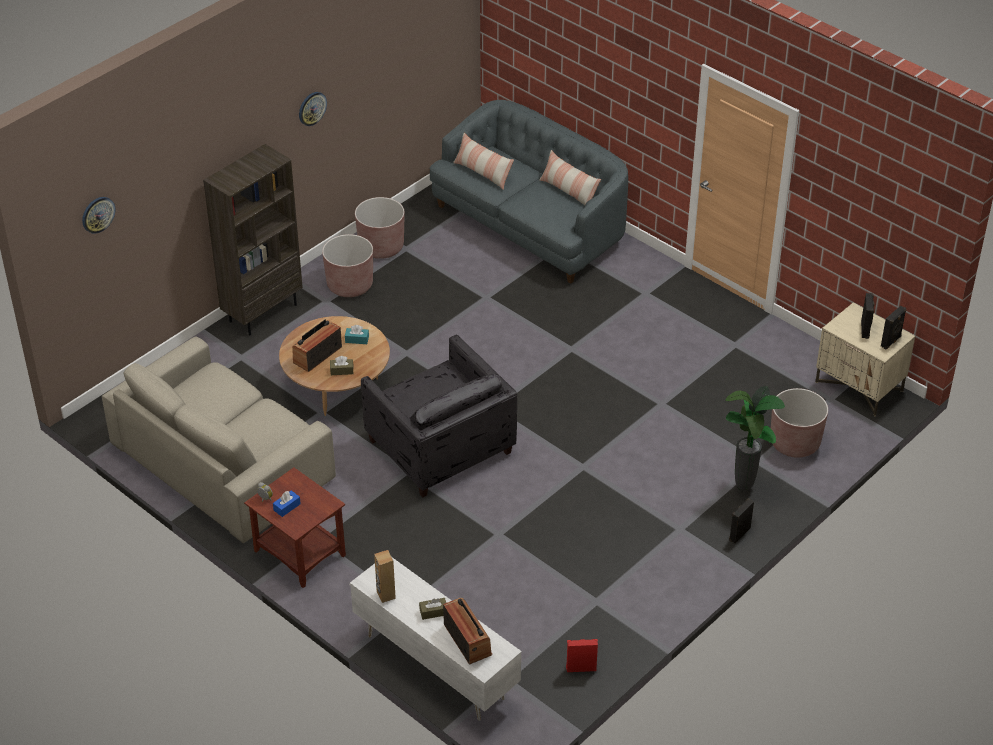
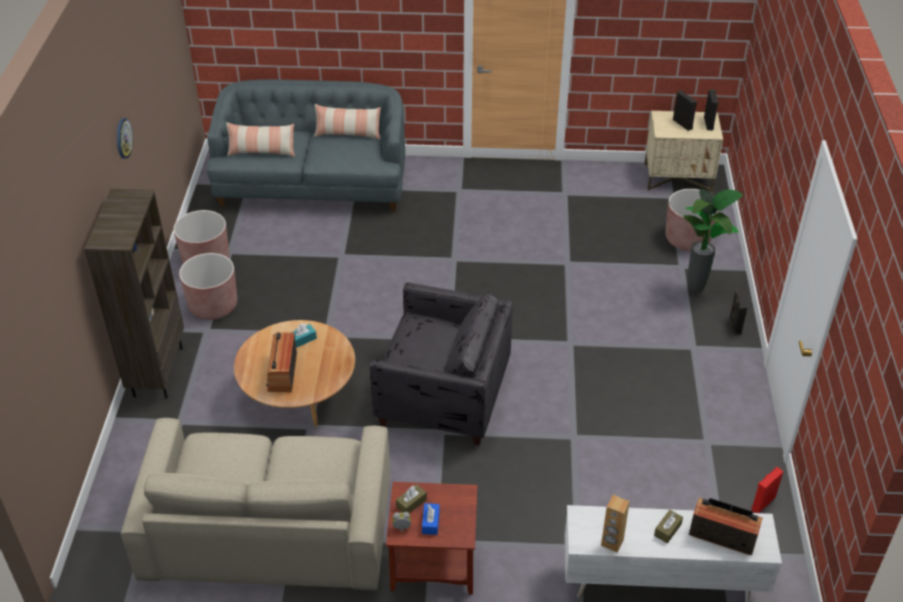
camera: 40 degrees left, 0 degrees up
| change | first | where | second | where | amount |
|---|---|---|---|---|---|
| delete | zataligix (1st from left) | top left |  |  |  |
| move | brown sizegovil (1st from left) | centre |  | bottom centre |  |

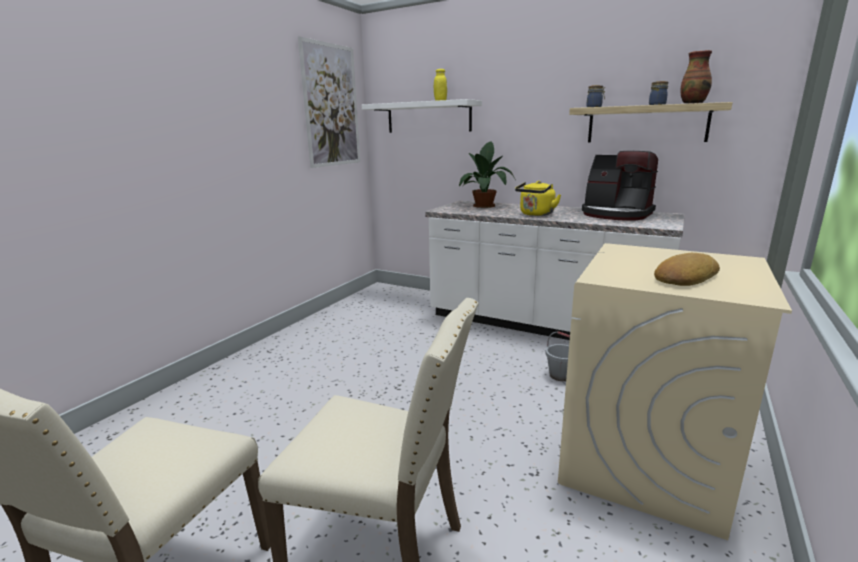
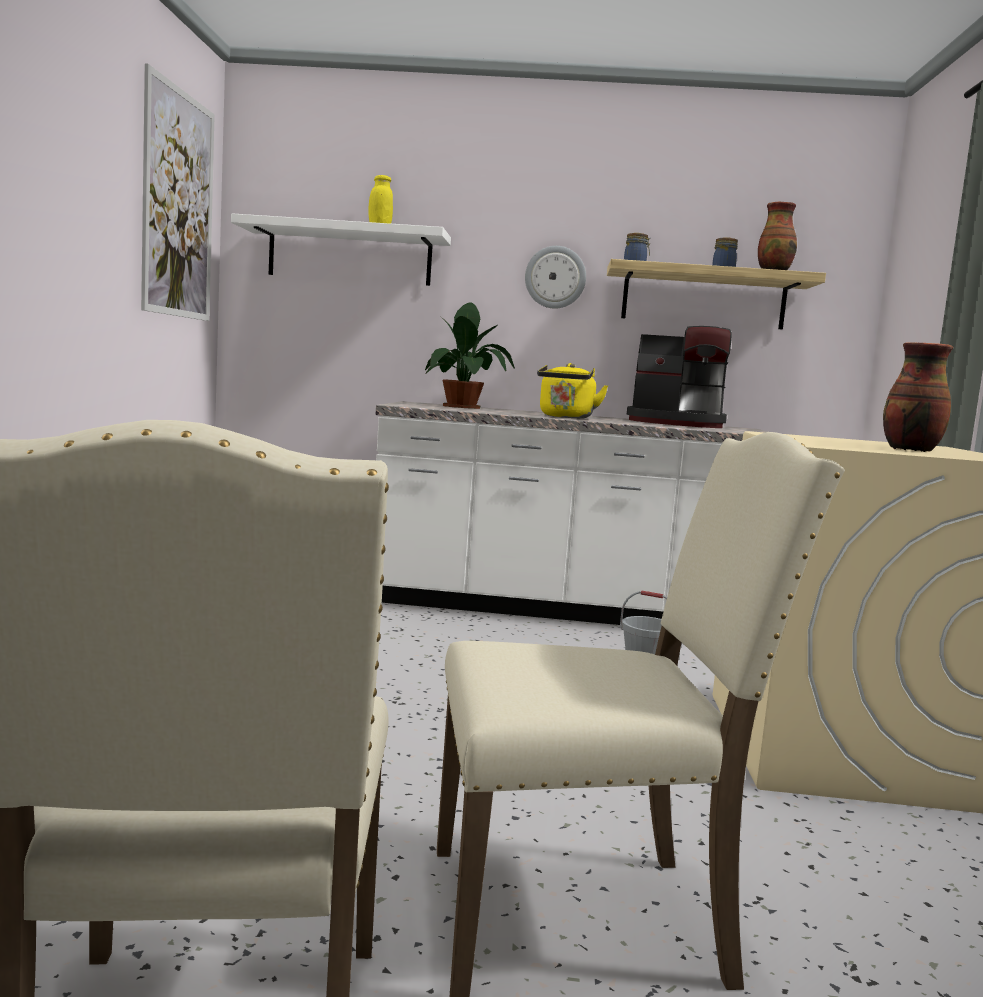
camera: 25 degrees left, 10 degrees down
| change | first | where | second | where | amount |
|---|---|---|---|---|---|
| replace | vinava | middle right | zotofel (2nd from left) | middle right |  |
| insert |  |  | zataligix | top centre |  |

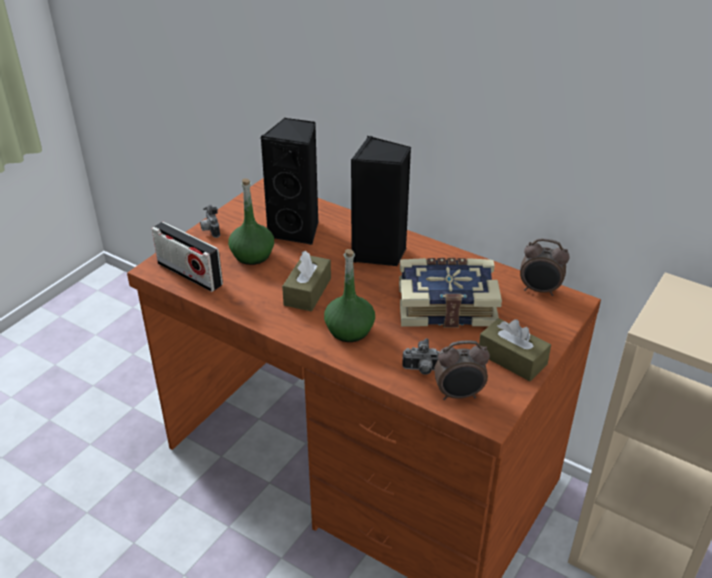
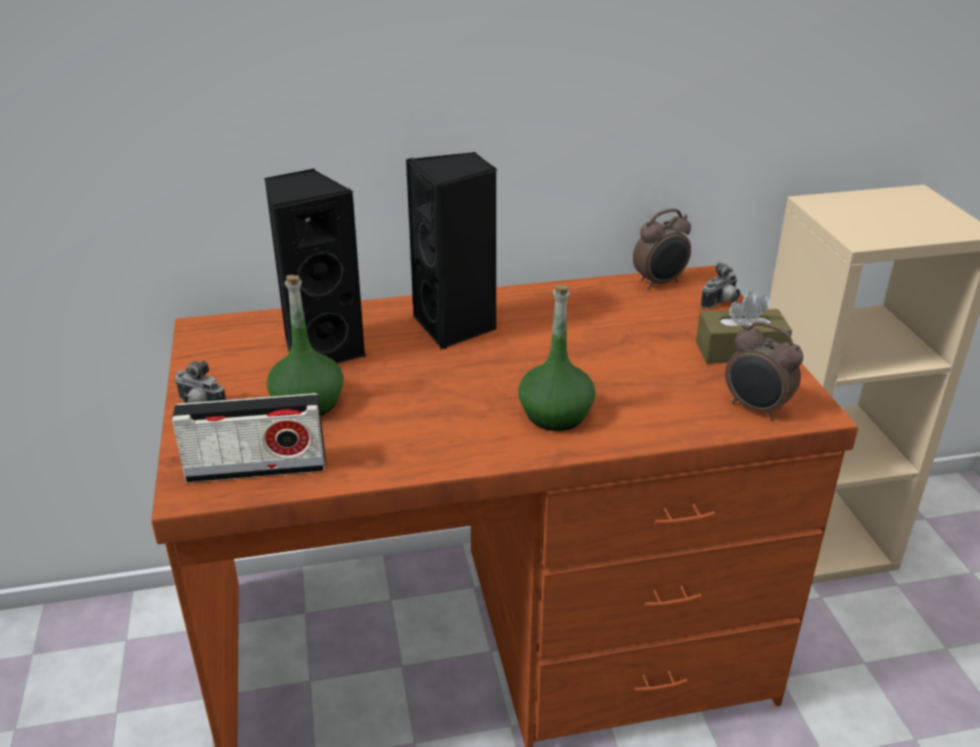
camera: 45 degrees left, 5 degrees down
| change | first | where | second | where | amount |
|---|---|---|---|---|---|
| delete | brown sizegovil (1st from left) | centre |  |  |  |
| delete | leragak | centre |  |  |  |
| move | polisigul (2nd from left) | centre |  | middle right |  |
| rotate | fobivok (1st from left in the first image) | centre | fobivok (2nd from left) | middle right | 90 degrees clockwise |

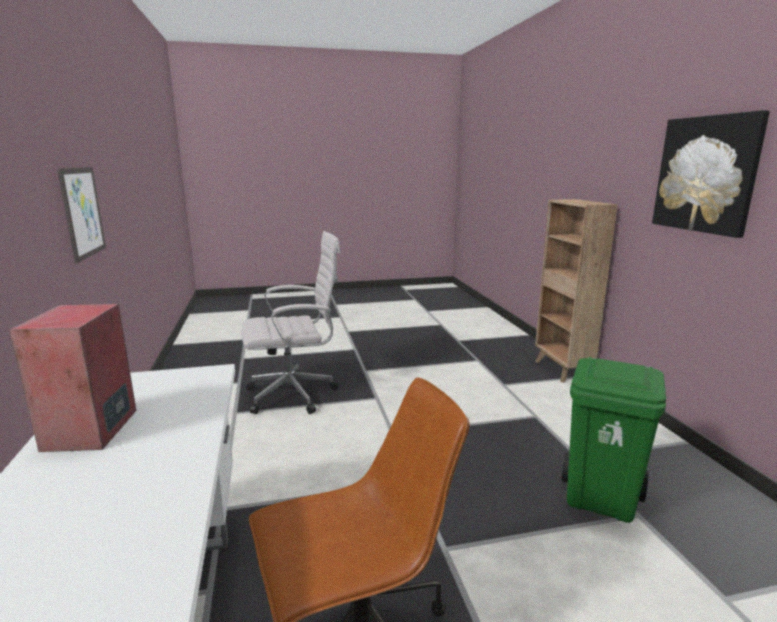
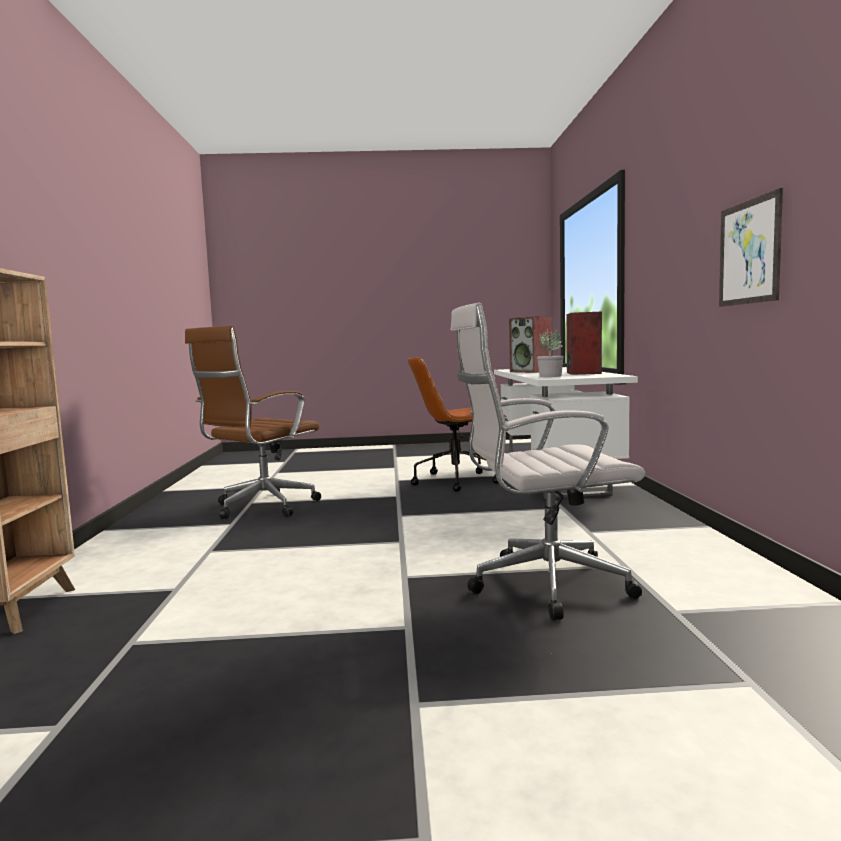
camera: 170 degrees left, 10 degrees down
| change | first | where | second | where | amount |
|---|---|---|---|---|---|
| replace | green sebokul | bottom right | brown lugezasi (1st from left) | middle left |  |
| delete | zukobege (2nd from left) | top right |  |  |  |
| insert |  |  | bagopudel (1st from left) | centre |  |
| insert |  |  | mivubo | centre |  |

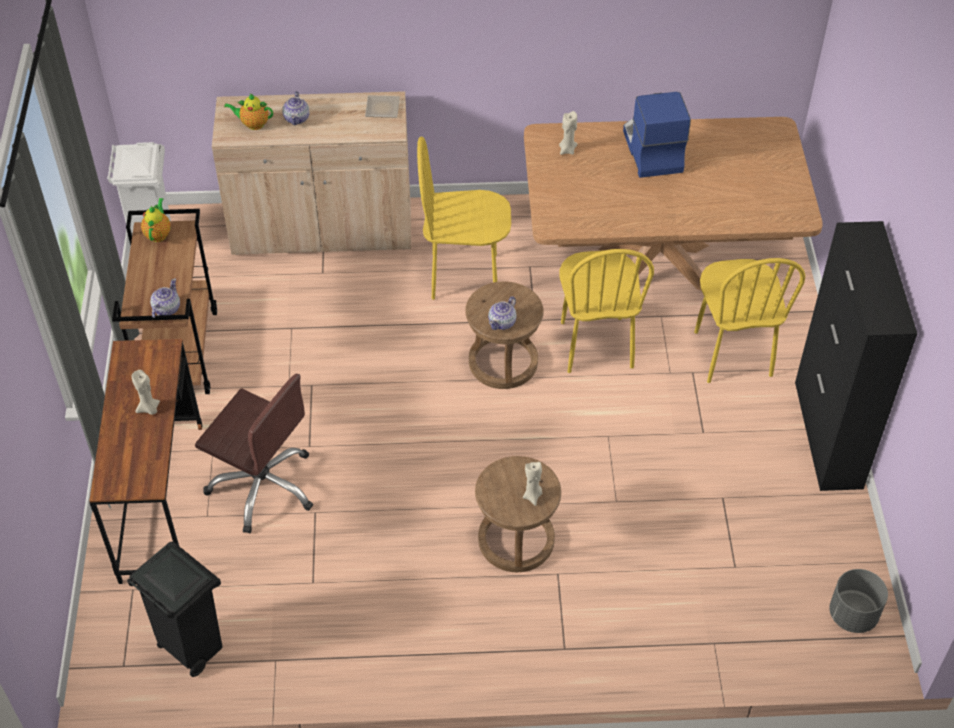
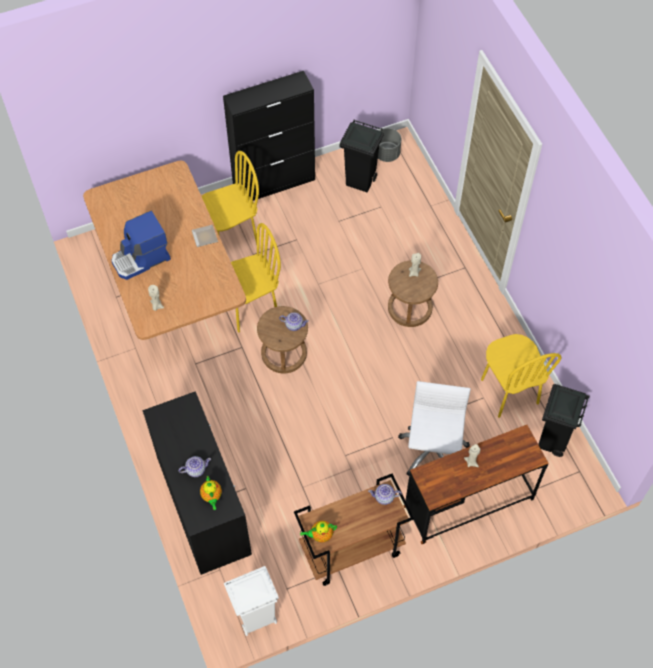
camera: 110 degrees left, 10 degrees up
| change | first | where | second | where | amount |
|---|---|---|---|---|---|
| recolor | brown lugezasi | middle left | white lugezasi | centre |  |
| recolor | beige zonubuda | top left | black zonubuda (1st from left) | bottom left |  |
| move | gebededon | top centre |  | middle left |  |
| move | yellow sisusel (1st from left in the first image) | top centre | yellow sisusel (3rd from left) | middle right |  |
| insert |  |  | black sebokul (1st from left) | top centre |  |

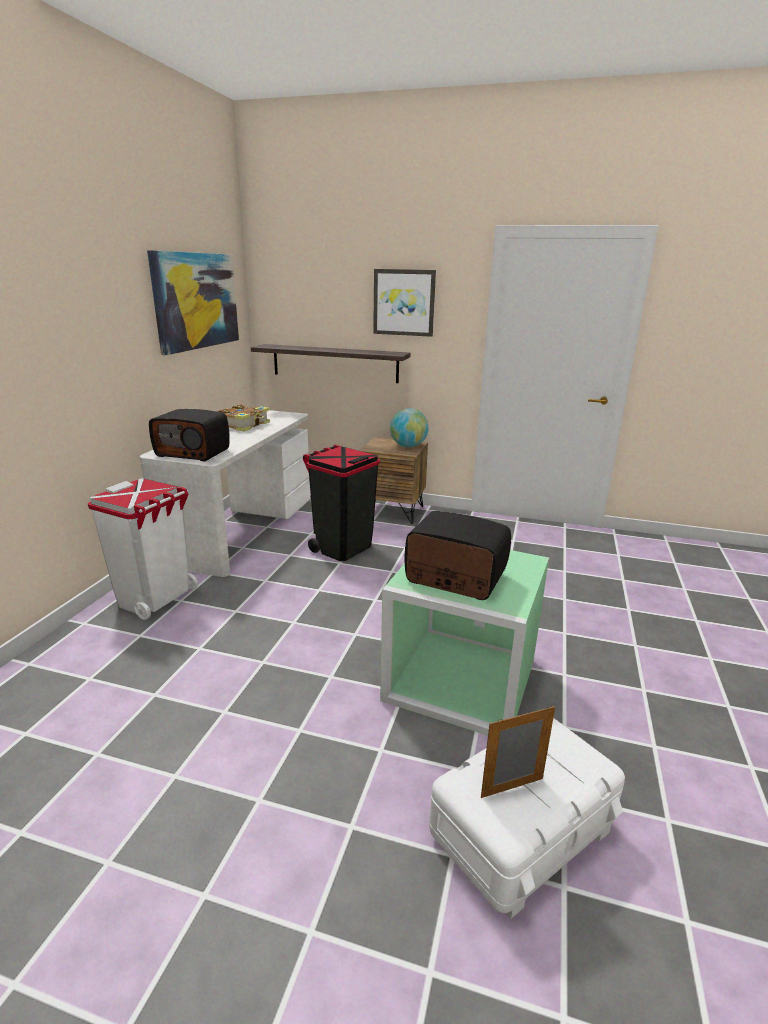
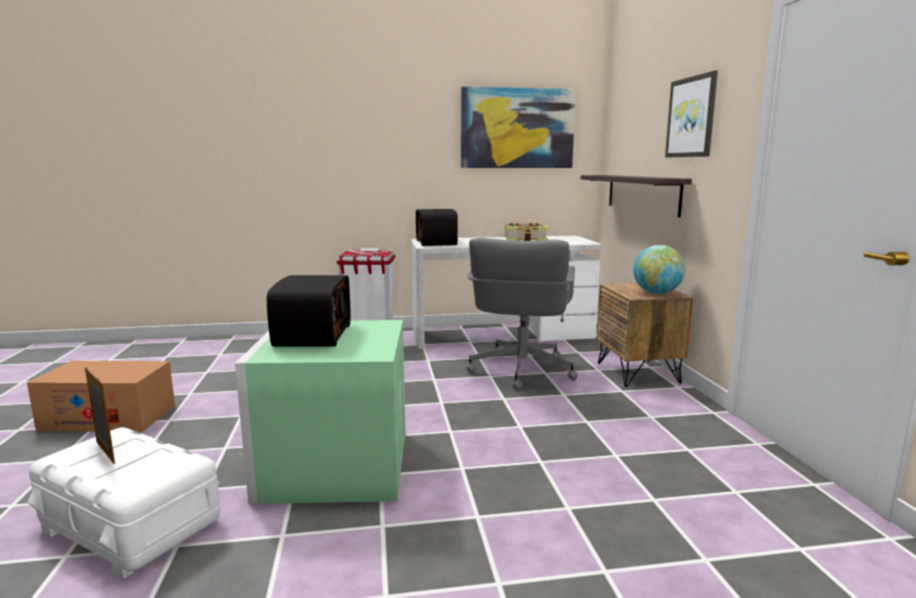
camera: 65 degrees right, 10 degrees down
| change | first | where | second | where | amount |
|---|---|---|---|---|---|
| replace | black sebokul | centre | grey lugezasi | centre |  |
| insert |  |  | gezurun | middle left |  |

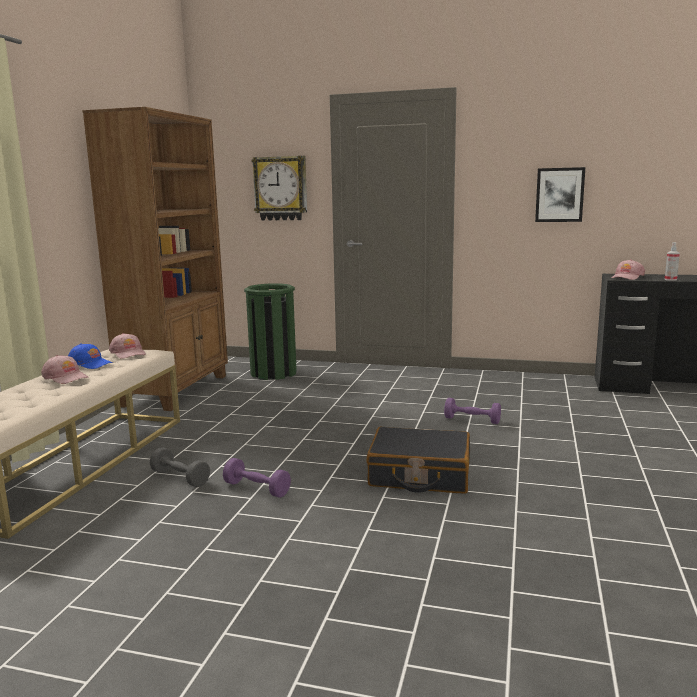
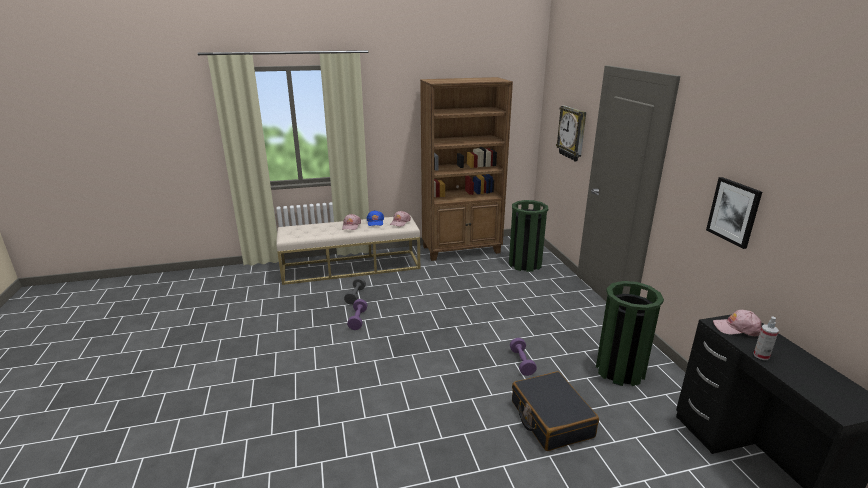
camera: 60 degrees right, 10 degrees up
| change | first | where | second | where | amount |
|---|---|---|---|---|---|
| move | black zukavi | centre |  | bottom centre |  |
| insert |  |  | green sebokul (2nd from left) | bottom right |  |

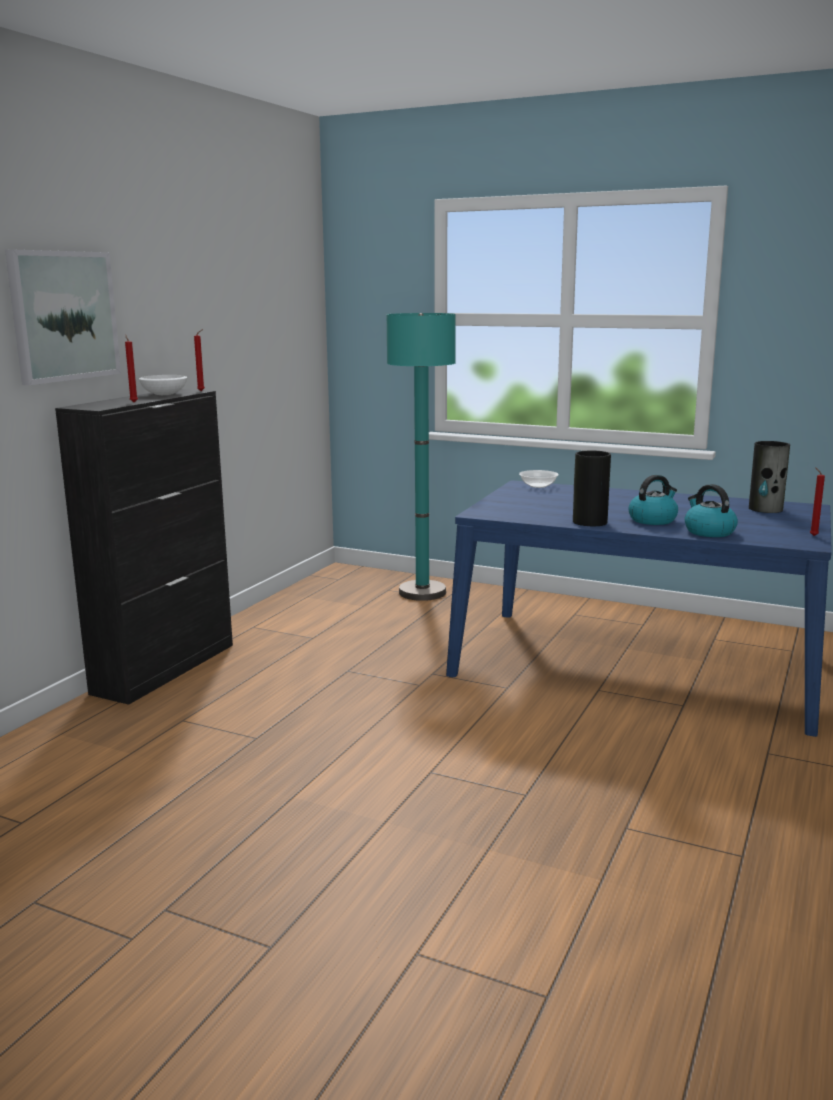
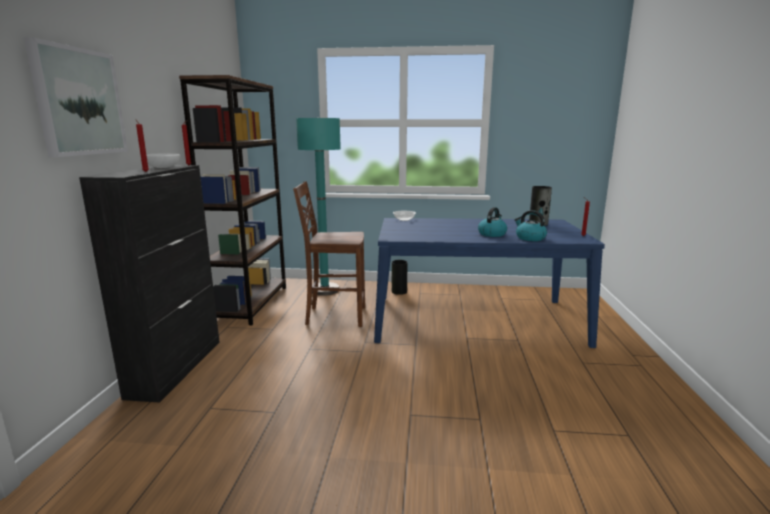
camera: 20 degrees left, 0 degrees up
| change | first | where | second | where | amount |
|---|---|---|---|---|---|
| move | zotofel (1st from left) | middle right |  | centre |  |
| insert |  |  | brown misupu | middle left |  |
| insert |  |  | brown sisusel | centre |  |

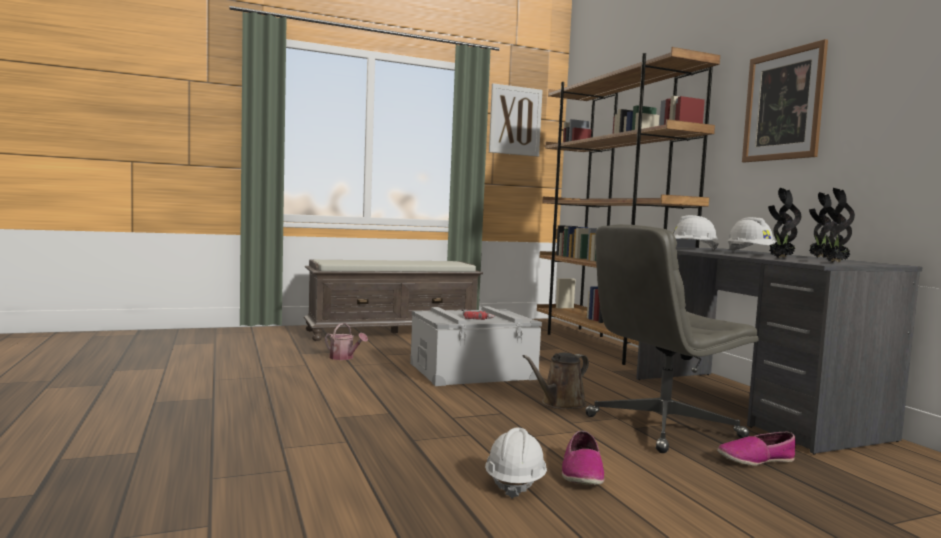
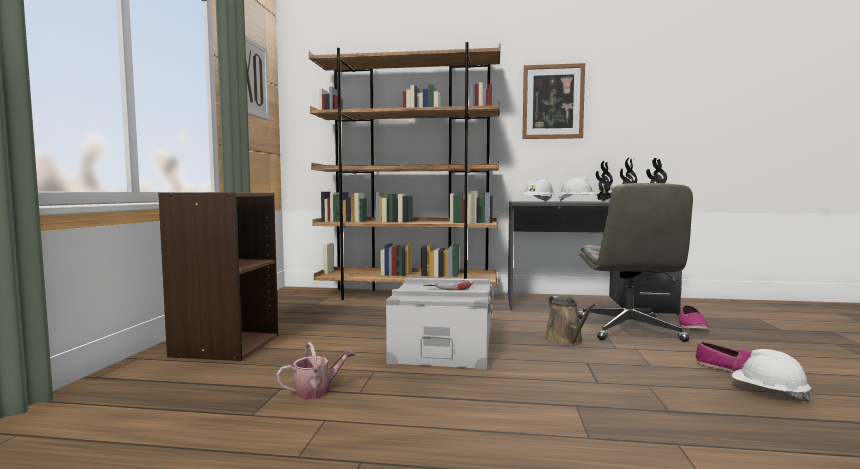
camera: 60 degrees left, 0 degrees up
| change | first | where | second | where | amount |
|---|---|---|---|---|---|
| replace | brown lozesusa | centre | brown misupu (1st from left) | middle left |  |

